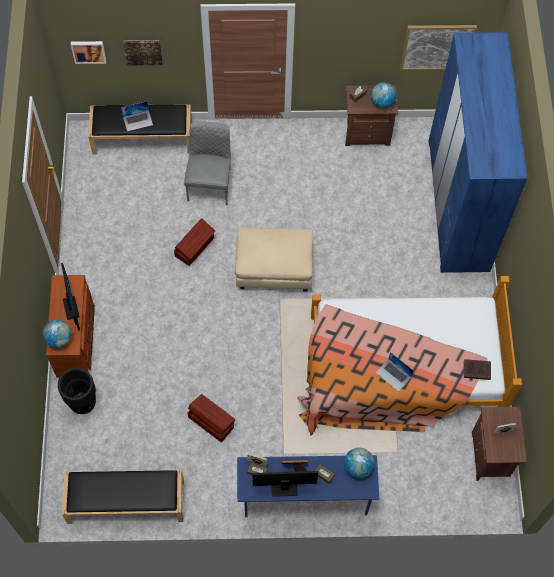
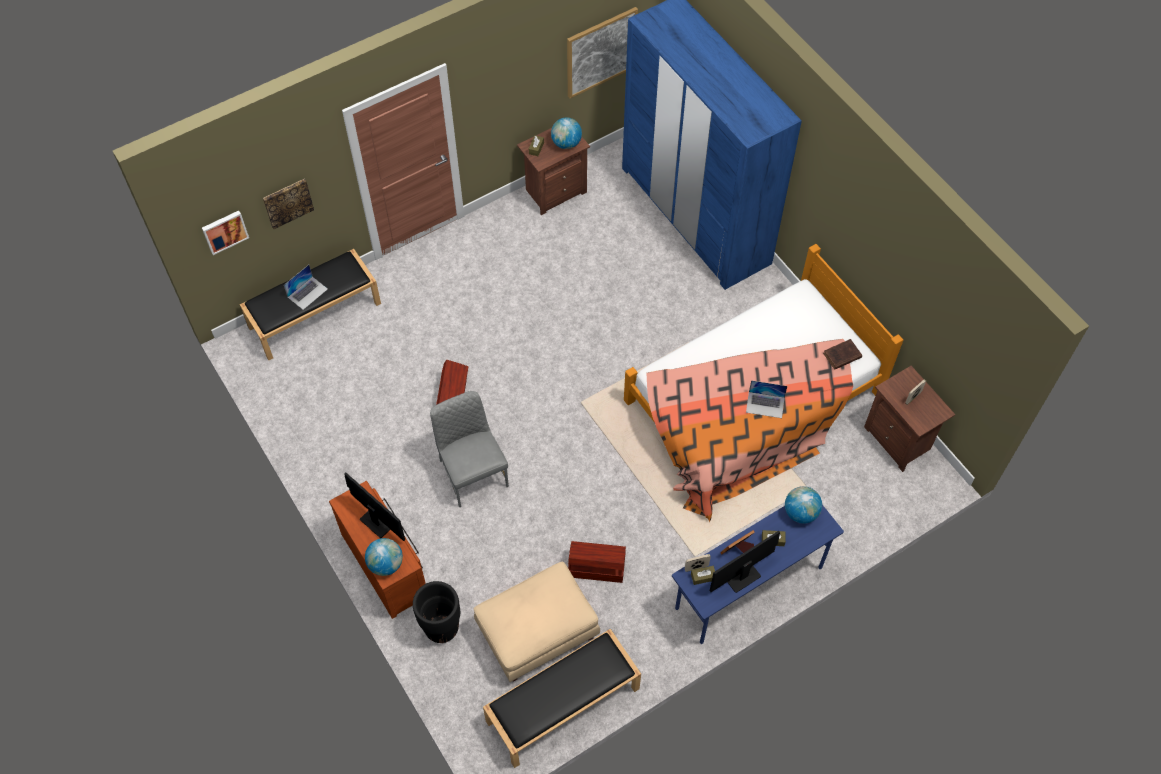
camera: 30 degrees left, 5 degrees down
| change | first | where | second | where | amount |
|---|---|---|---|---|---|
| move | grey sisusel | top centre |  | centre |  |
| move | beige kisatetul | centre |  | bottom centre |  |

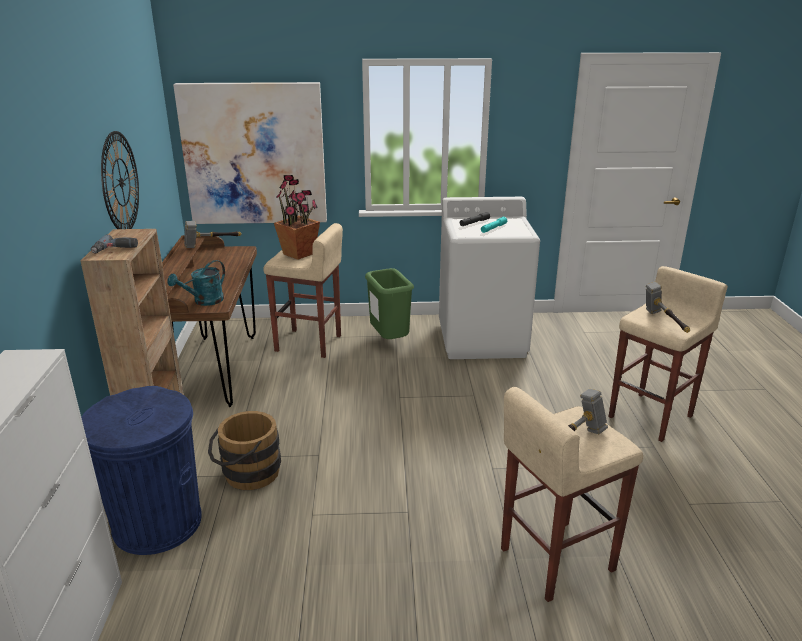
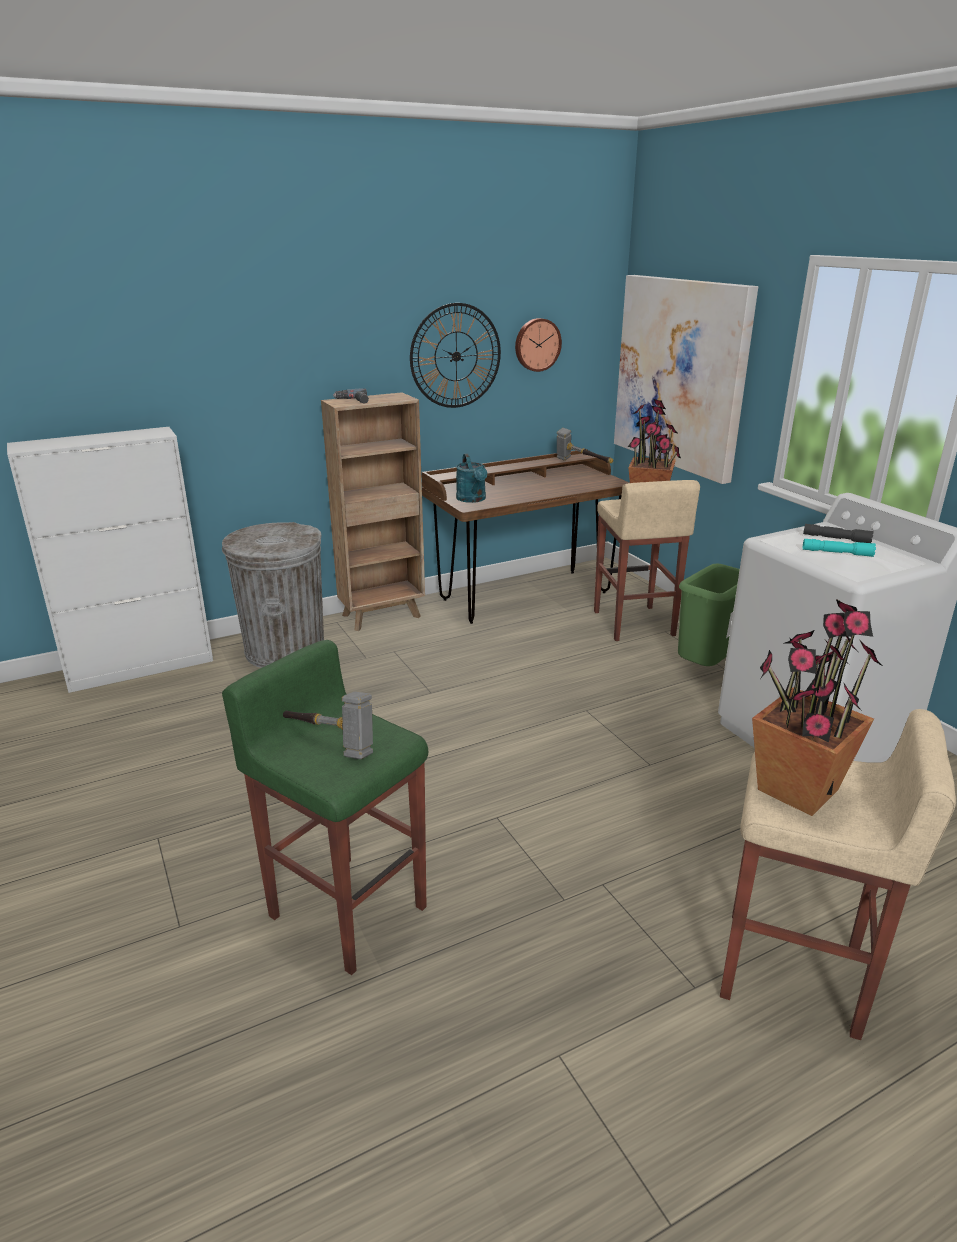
camera: 65 degrees right, 0 degrees up
| change | first | where | second | where | amount |
|---|---|---|---|---|---|
| recolor | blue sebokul | bottom left | grey sebokul | middle left |  |
| rotate | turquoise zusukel | middle left |  | centre | 120 degrees counterclockwise |
| delete | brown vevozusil | bottom left |  |  |  |
| recolor | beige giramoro (2nd from left) | bottom right | green giramoro | centre |  |
| replace | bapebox (3rd from left) | middle right | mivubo (2nd from left) | middle right |  |
| insert |  |  | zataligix (2nd from left) | top centre |  |

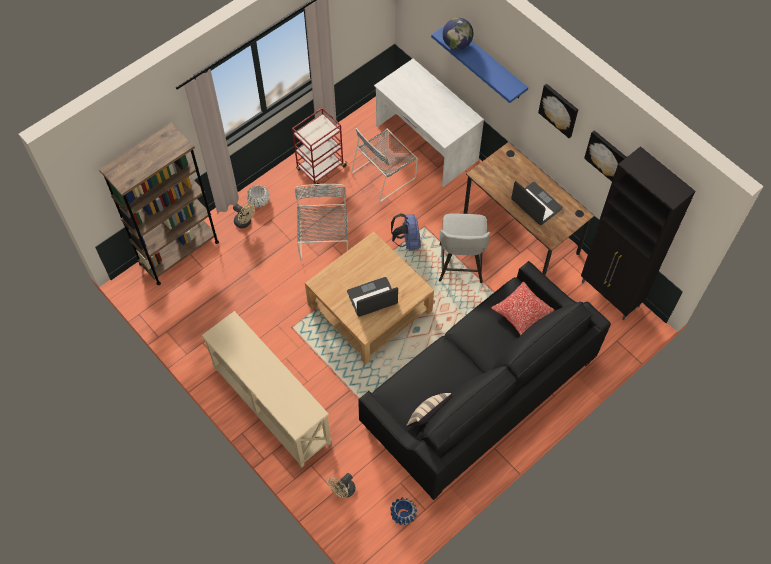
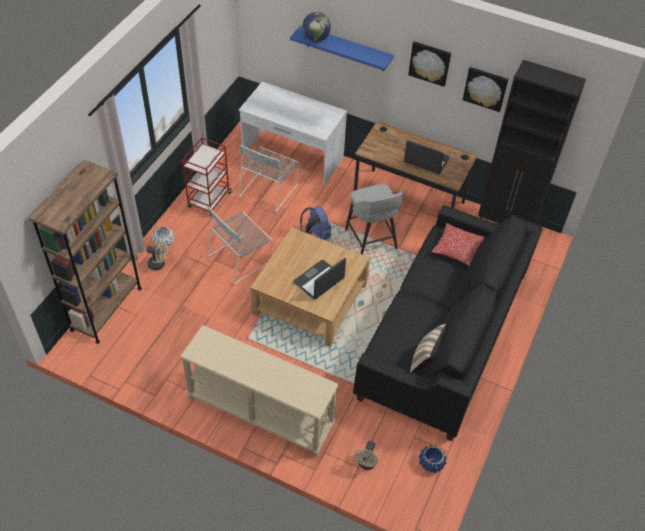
camera: 25 degrees left, 10 degrees down
| change | first | where | second | where | amount |
|---|---|---|---|---|---|
| rotate | grey sisusel (1st from left) | centre |  | centre | 105 degrees counterclockwise |

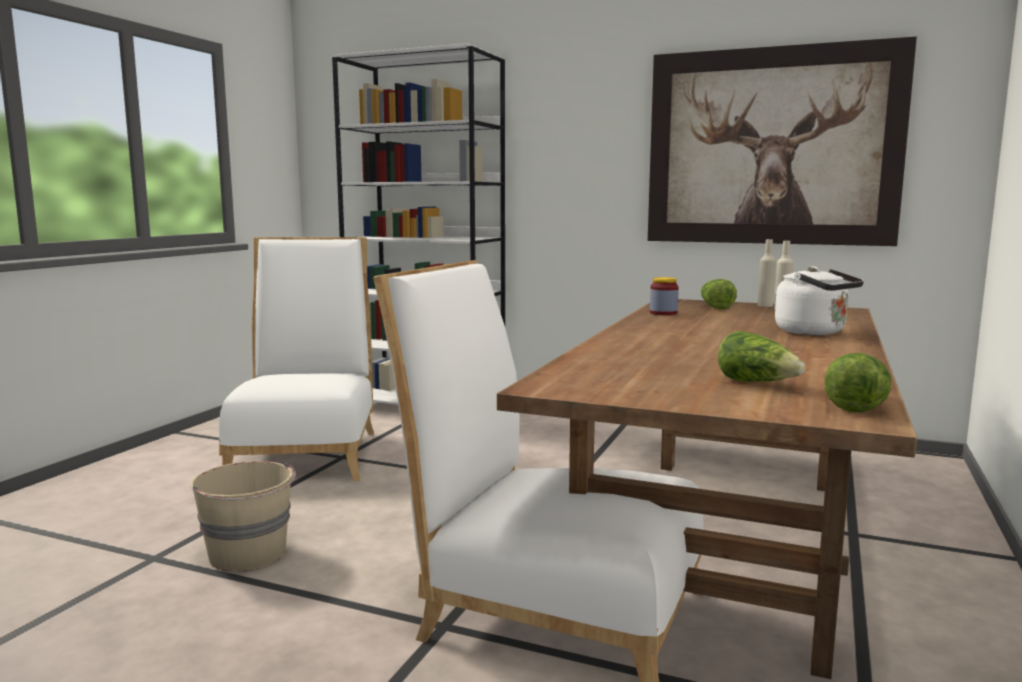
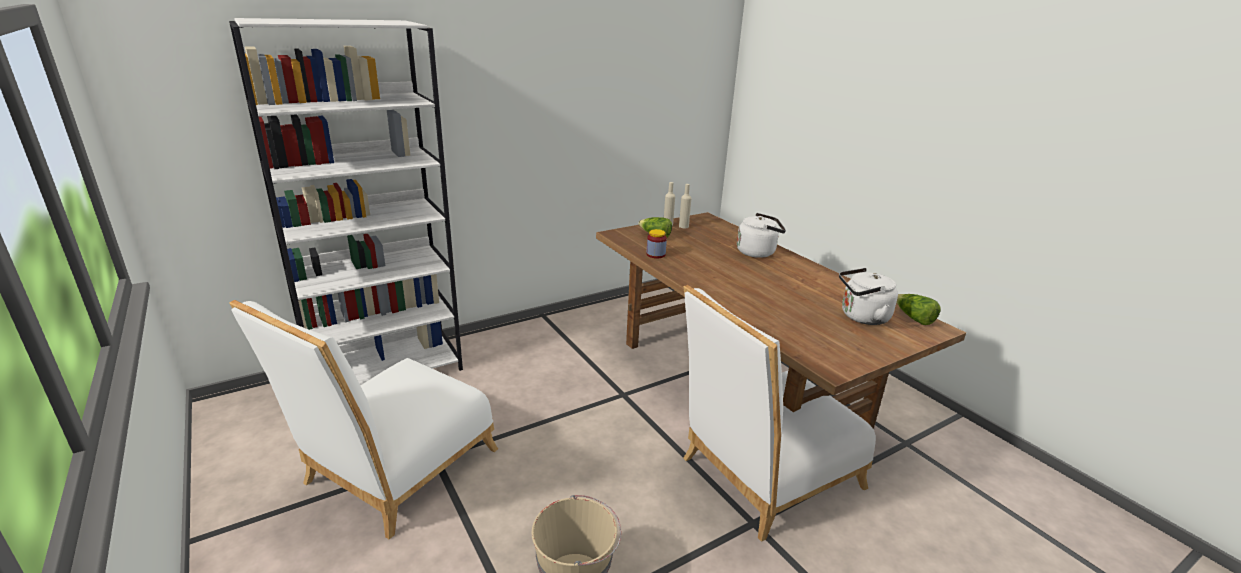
camera: 55 degrees left, 15 degrees up
| change | first | where | second | where | amount |
|---|---|---|---|---|---|
| rotate | white sisusel (1st from left) | middle left |  | bottom left | 90 degrees counterclockwise |
| delete | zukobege | top right |  |  |  |
| replace | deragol (2nd from left) | middle right | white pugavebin (2nd from left) | middle right |  |

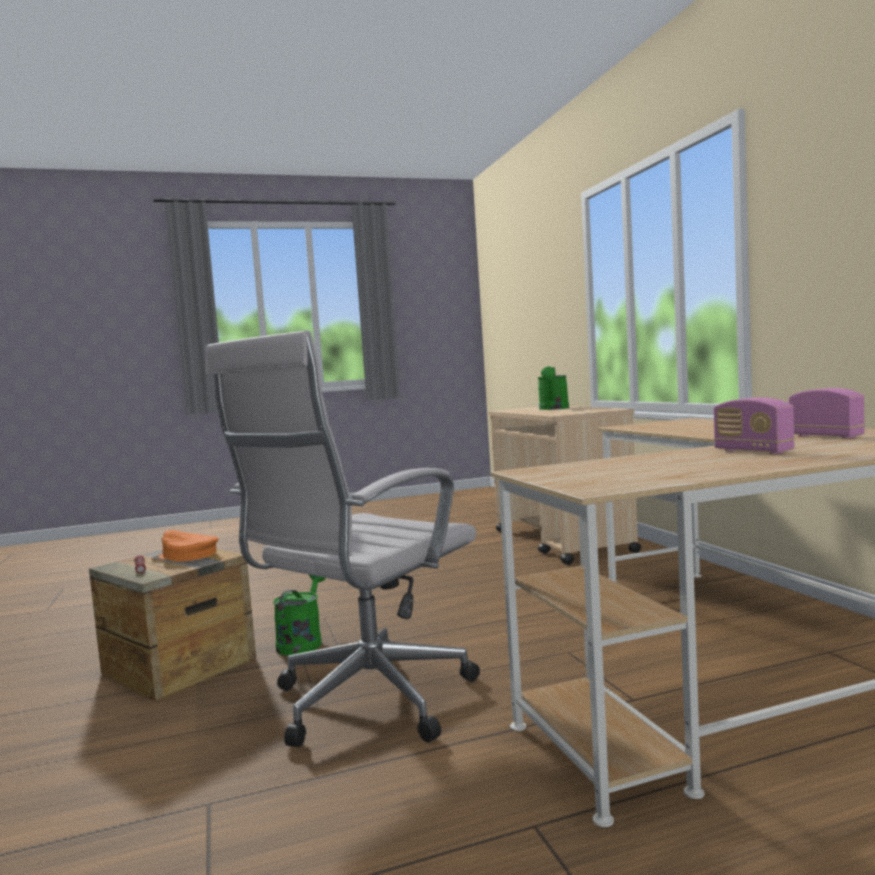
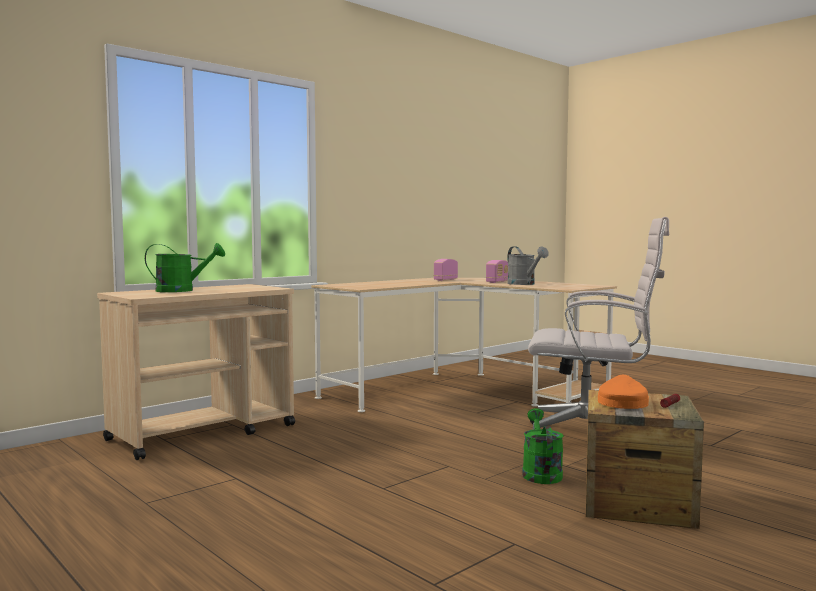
camera: 115 degrees left, 0 degrees up
| change | first | where | second | where | amount |
|---|---|---|---|---|---|
| rotate | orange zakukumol | middle left |  | middle right | 150 degrees counterclockwise |
| rotate | green zusukel (1st from left in the first image) | bottom centre | green zusukel (2nd from left) | bottom centre | 105 degrees clockwise |
| insert |  |  | grey zusukel | centre |  |

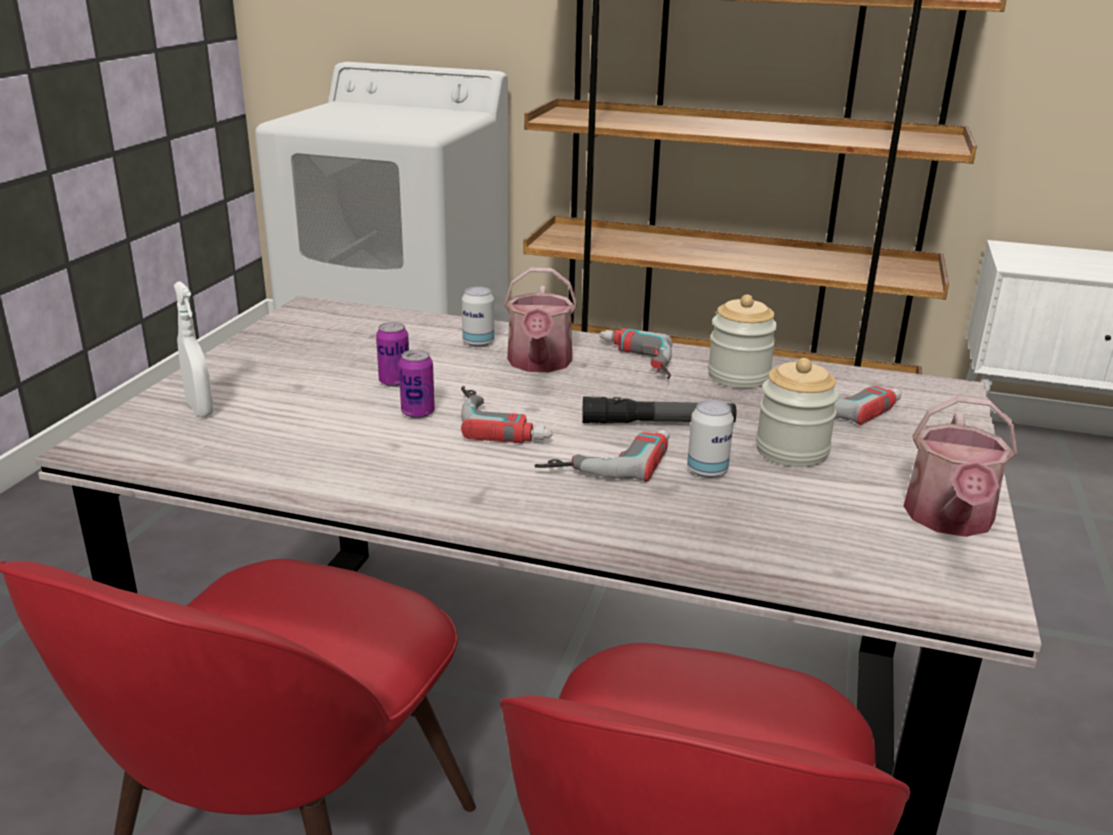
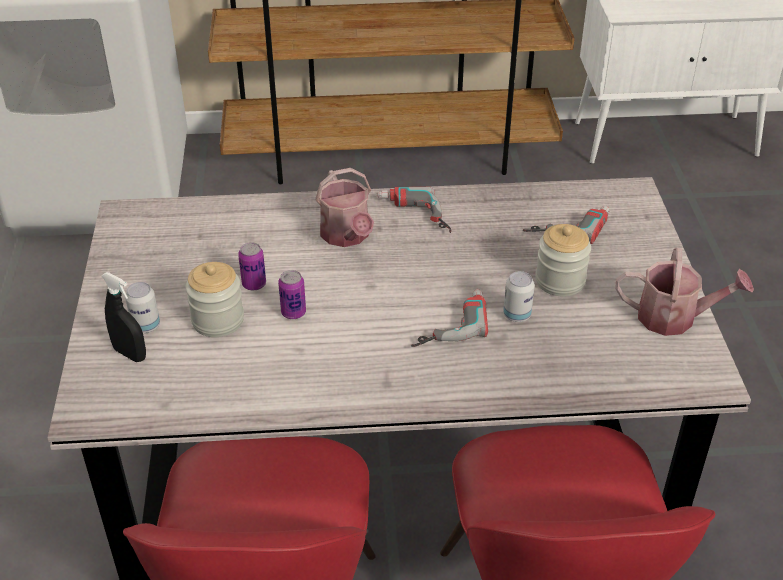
camera: 20 degrees left, 15 degrees up
| change | first | where | second | where | amount |
|---|---|---|---|---|---|
| recolor | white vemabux | middle left | black vemabux | middle left |  |
| delete | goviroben (1st from left) | centre |  |  |  |
| move | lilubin (3rd from left in the first image) | centre | lilubin (1st from left) | middle left |  |
| delete | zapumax | centre |  |  |  |
| move | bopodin (1st from left) | middle right |  | middle left |  |
| rotate | zusukel (2nd from left) | middle right |  | middle right | 75 degrees counterclockwise |

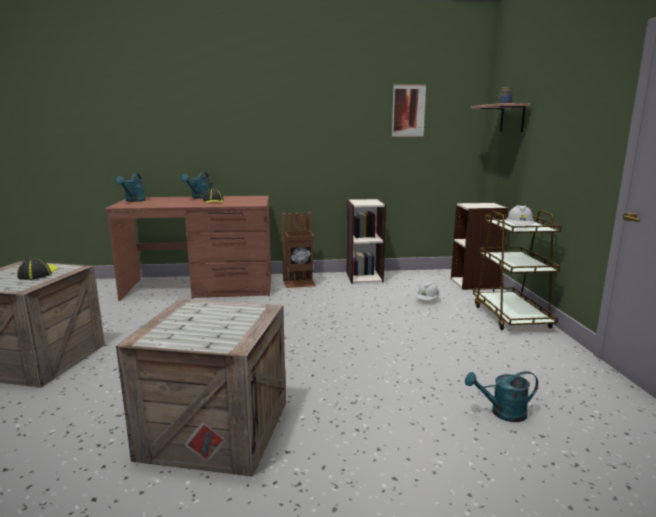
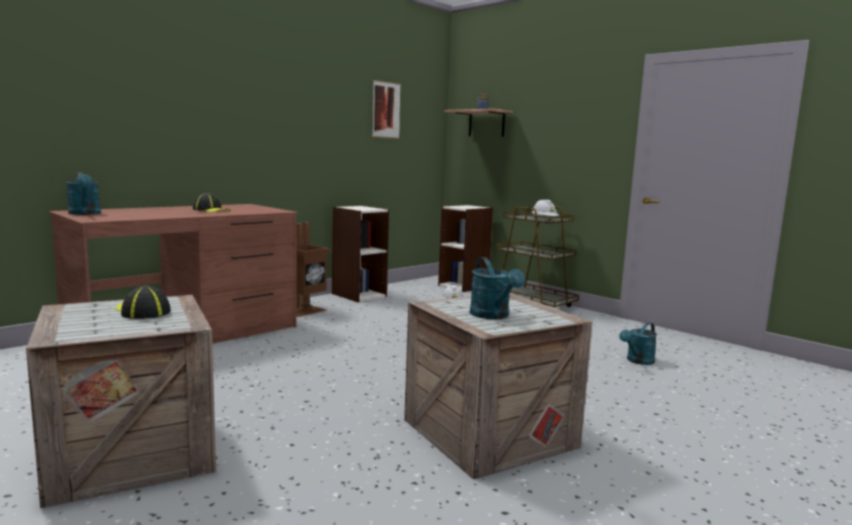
camera: 40 degrees left, 5 degrees down
| change | first | where | second | where | amount |
|---|---|---|---|---|---|
| move | turquoise zusukel (2nd from left) | middle left |  | centre |  |

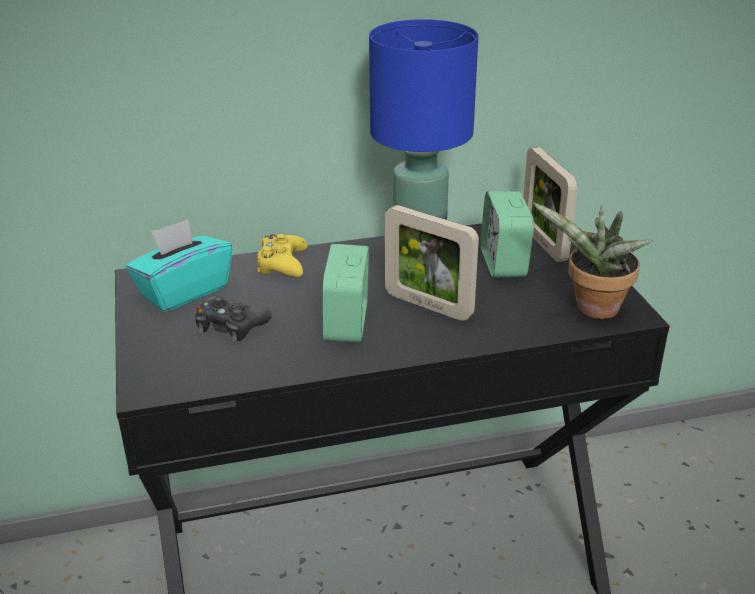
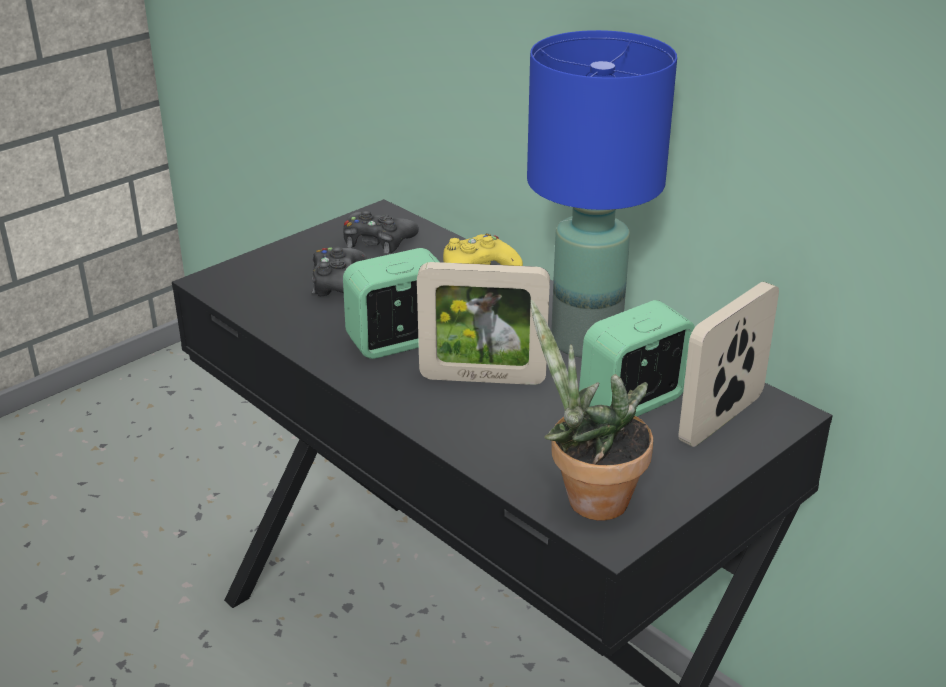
camera: 60 degrees right, 0 degrees up
| change | first | where | second | where | amount |
|---|---|---|---|---|---|
| replace | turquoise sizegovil | middle left | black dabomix (2nd from left) | centre |  |
| rotate | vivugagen (1st from left) | centre |  | centre | 90 degrees counterclockwise |

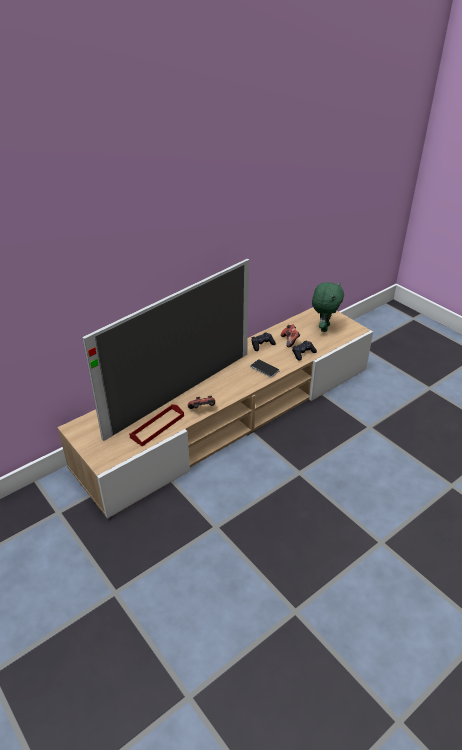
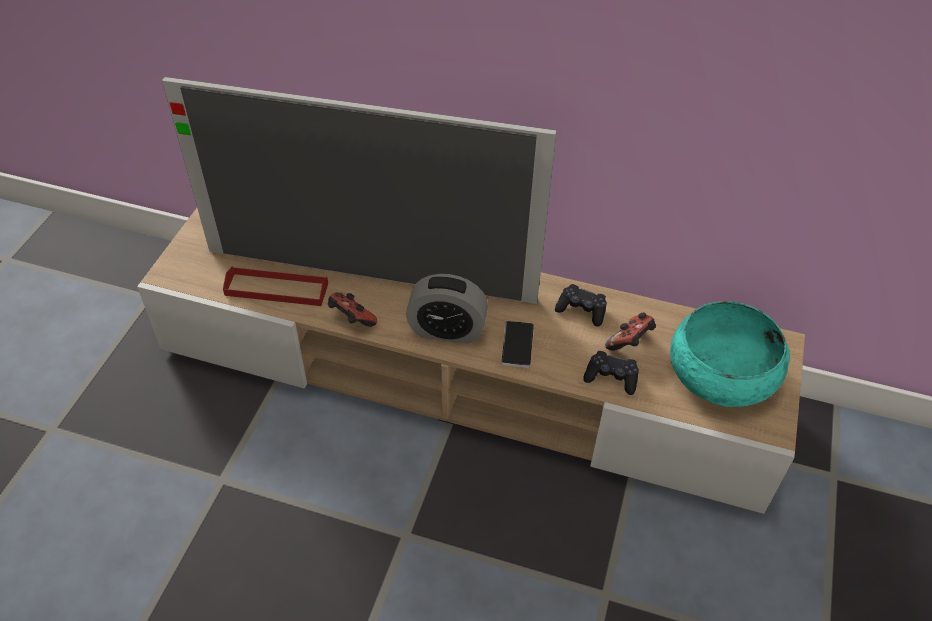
camera: 55 degrees right, 10 degrees up
| change | first | where | second | where | amount |
|---|---|---|---|---|---|
| replace | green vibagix | middle right | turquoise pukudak | middle right |  |
| insert |  |  | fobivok | centre |  |

